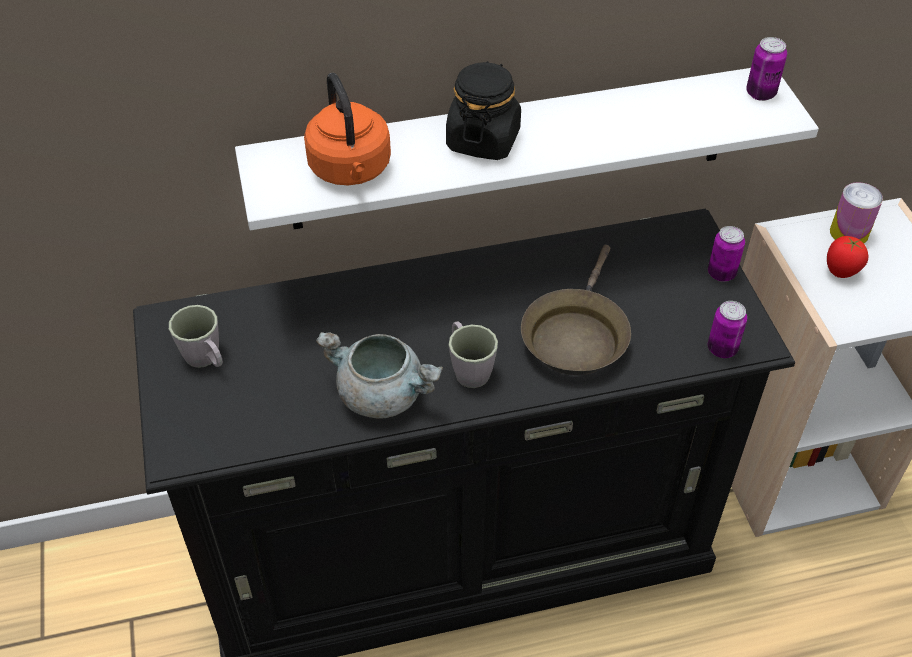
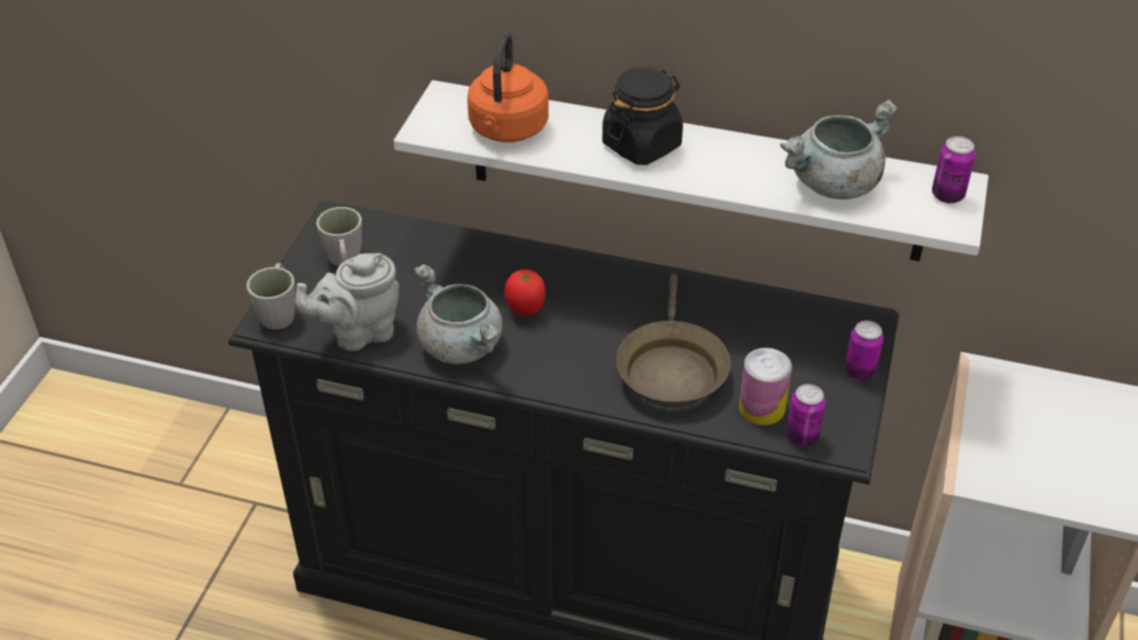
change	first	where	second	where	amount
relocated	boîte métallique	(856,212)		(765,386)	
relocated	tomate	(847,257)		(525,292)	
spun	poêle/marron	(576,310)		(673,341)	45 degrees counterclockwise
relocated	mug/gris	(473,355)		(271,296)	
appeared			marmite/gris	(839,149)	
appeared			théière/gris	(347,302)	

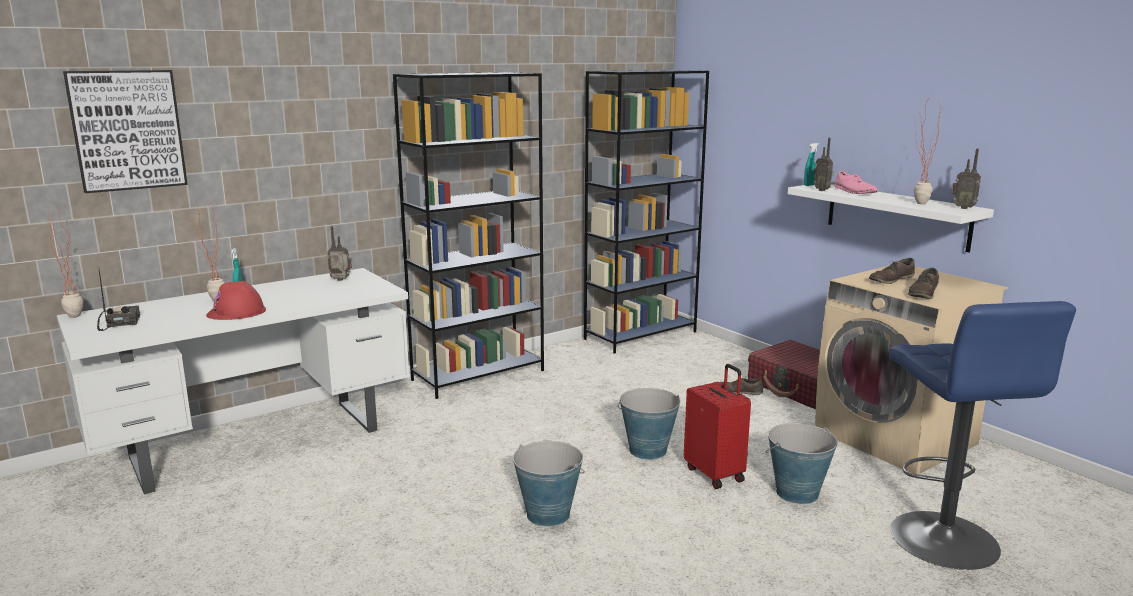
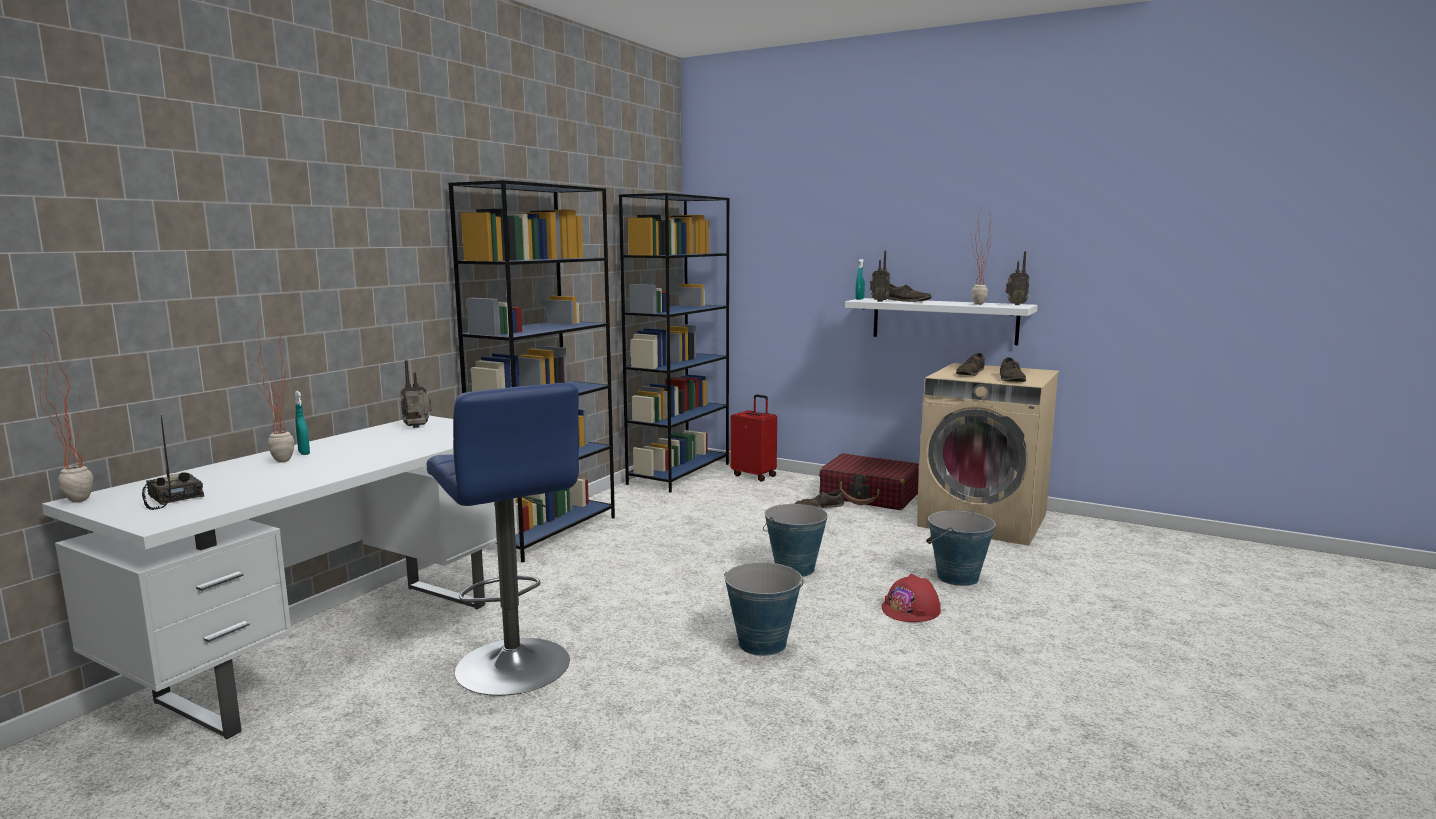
change	first	where	second	where	amount
missing	tableau	(125,131)			
colour	chaussure/rose	(856,182)	chaussure/marron	(909,293)	
relocated	casque de chantier/rouge	(236,300)		(911,598)	
relocated	tabouret/bleu	(982,435)		(503,539)	
relocated	valise/rouge	(717,426)		(753,437)	

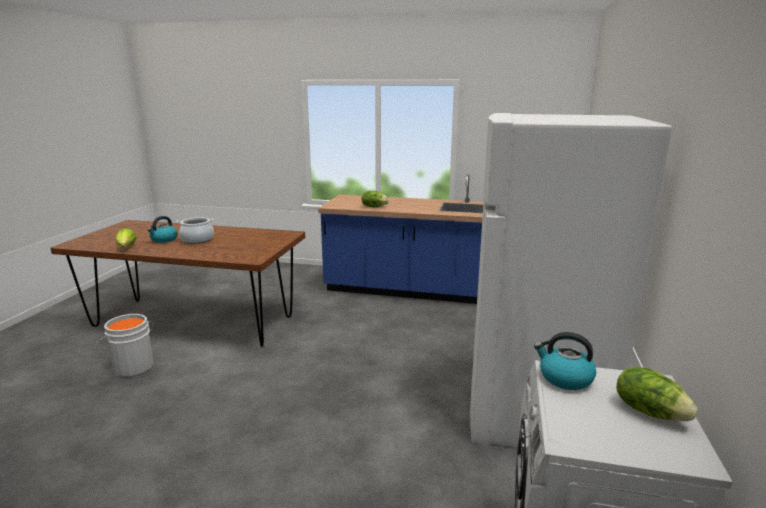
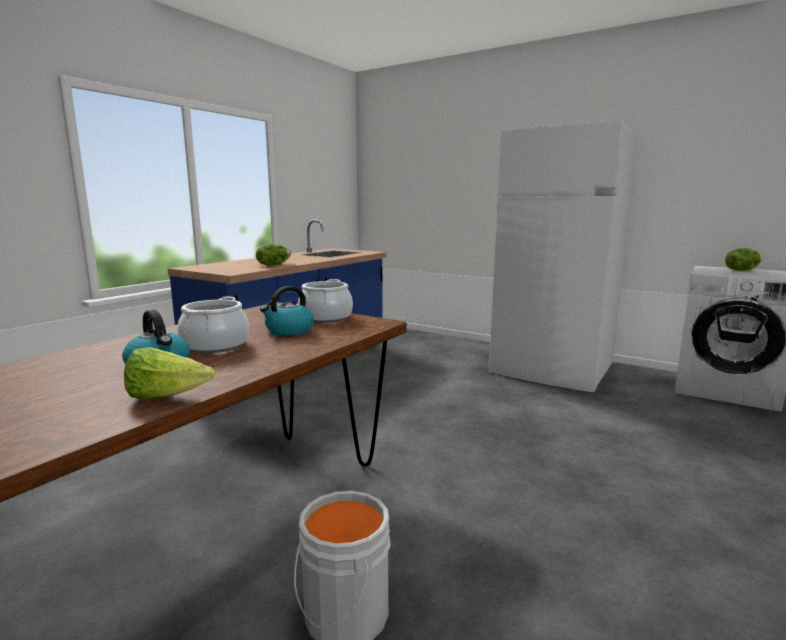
change	first	where	second	where	amount
relocated	bouilloire	(565,361)		(286,311)	
appeared			marmite	(325,301)	

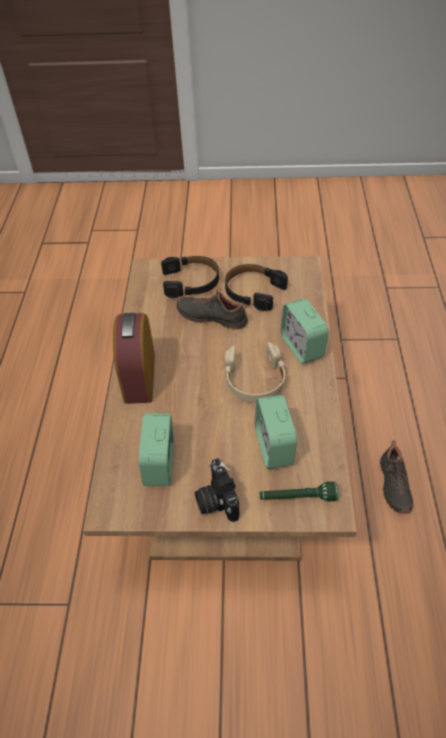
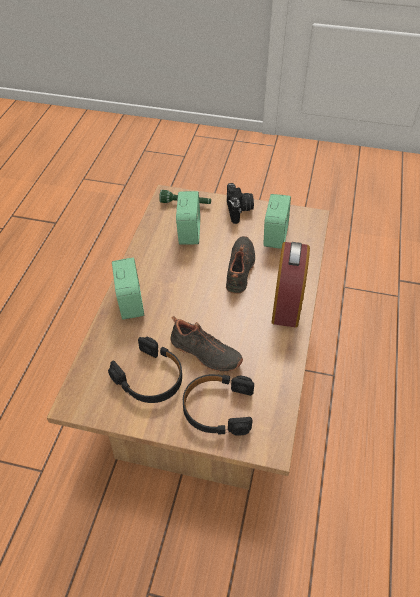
change	first	where	second	where	amount
missing	casque audio/beige	(255,372)			
relocated	chaussure/noir	(396,477)		(240,265)	

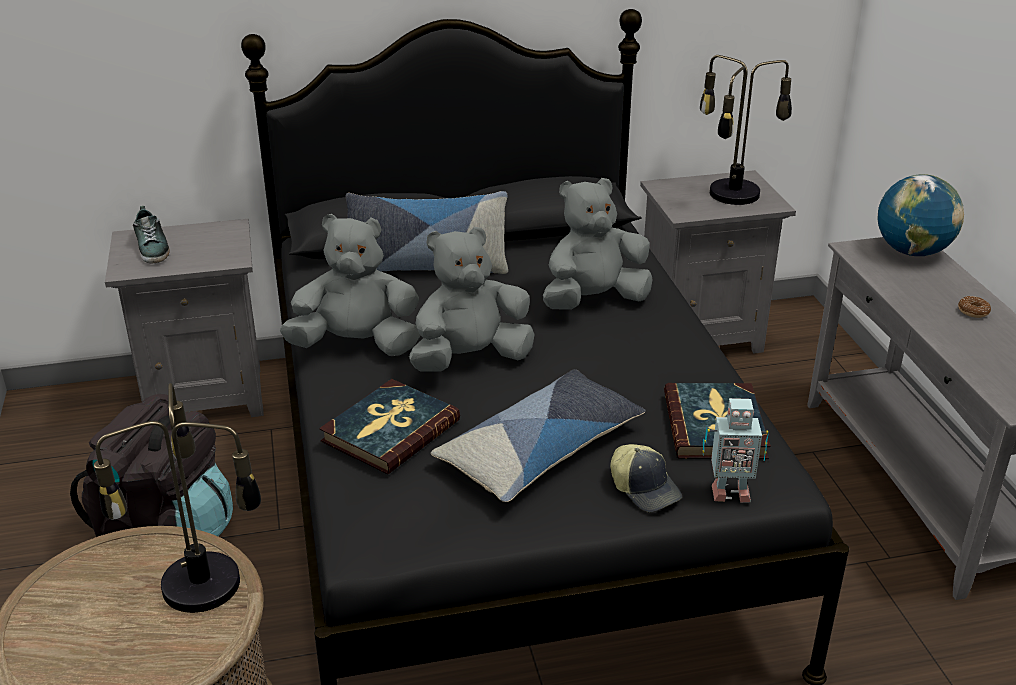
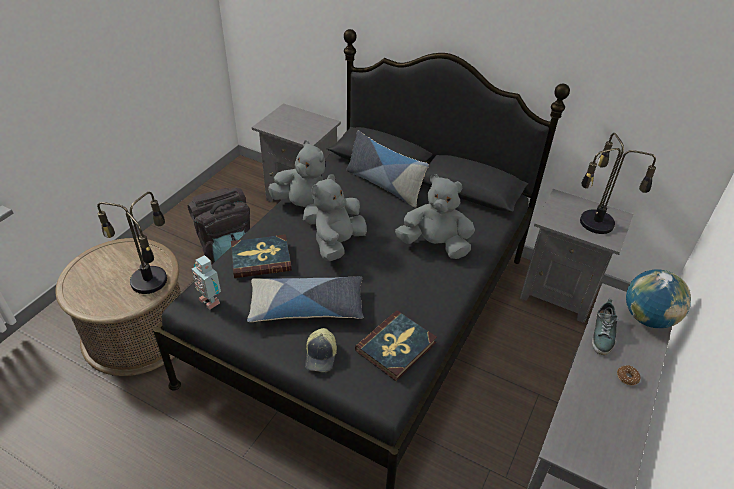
change	first	where	second	where	amount
relocated	chaussure	(151,234)		(605,327)	
spun	peluche/gris	(472,299)		(339,217)	75 degrees counterclockwise
relocated	robot jouet	(735,450)		(206,282)	

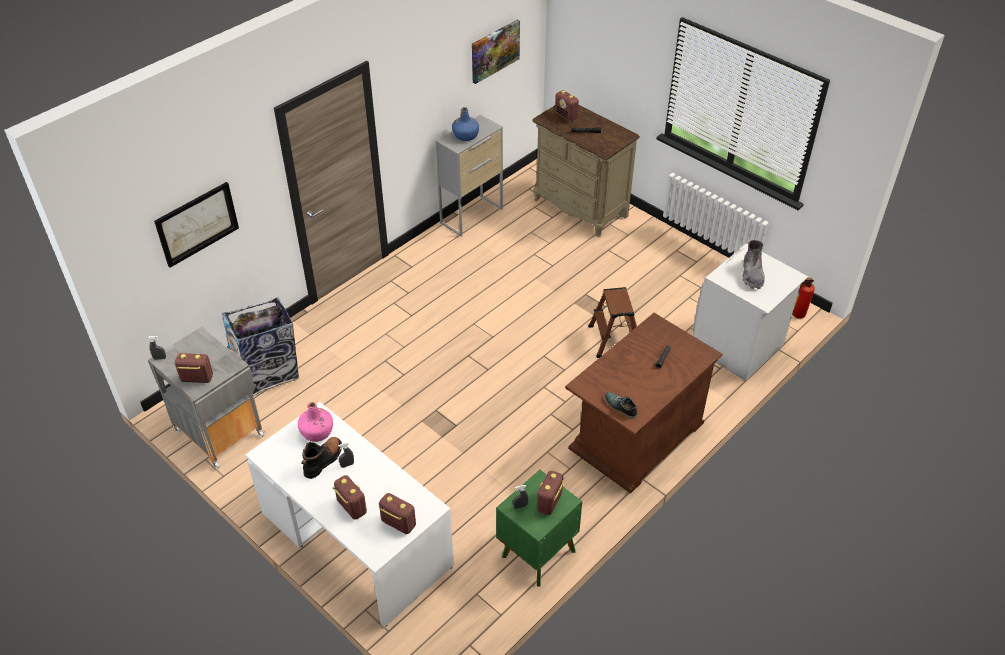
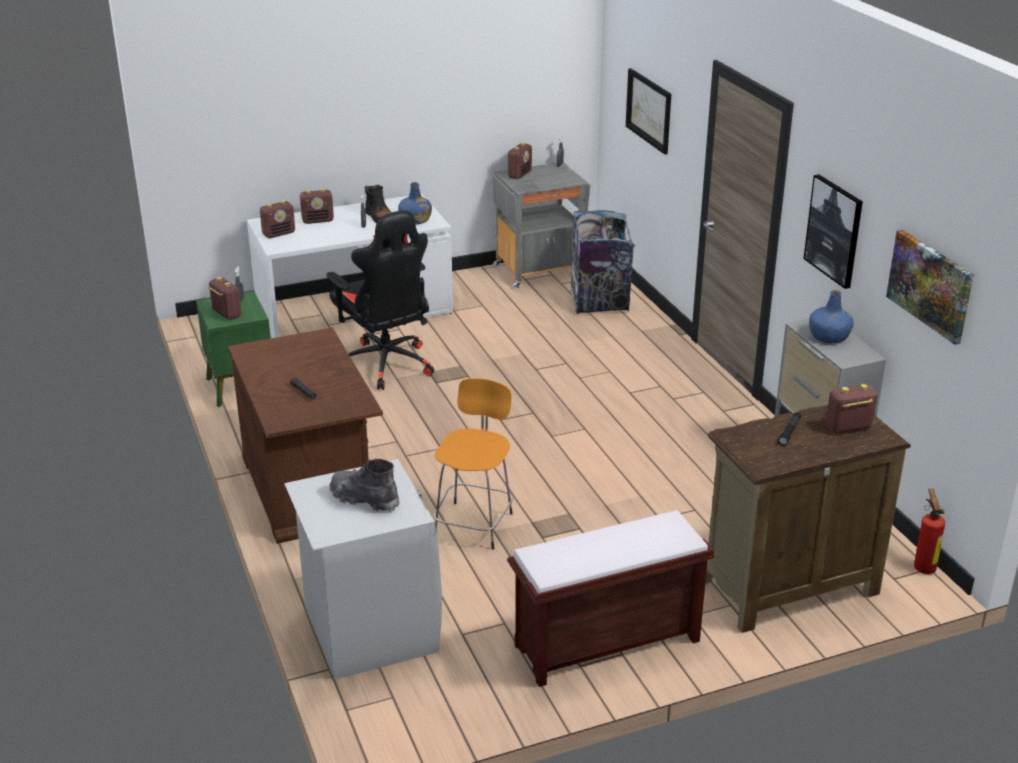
change	first	where	second	where	amount
relocated	extincteur	(804,298)		(929,531)	
exchanged	escabeau/marron	(612,322)	tabouret/orange	(473,464)	
missing	chaussure	(621,405)			
colour	bouteille/rose	(315,422)	bouteille/bleu	(415,203)	
appeared			tableau	(833,232)	
appeared			chaise de bureau/noir	(380,300)	
appeared			banc/marron	(610,598)	

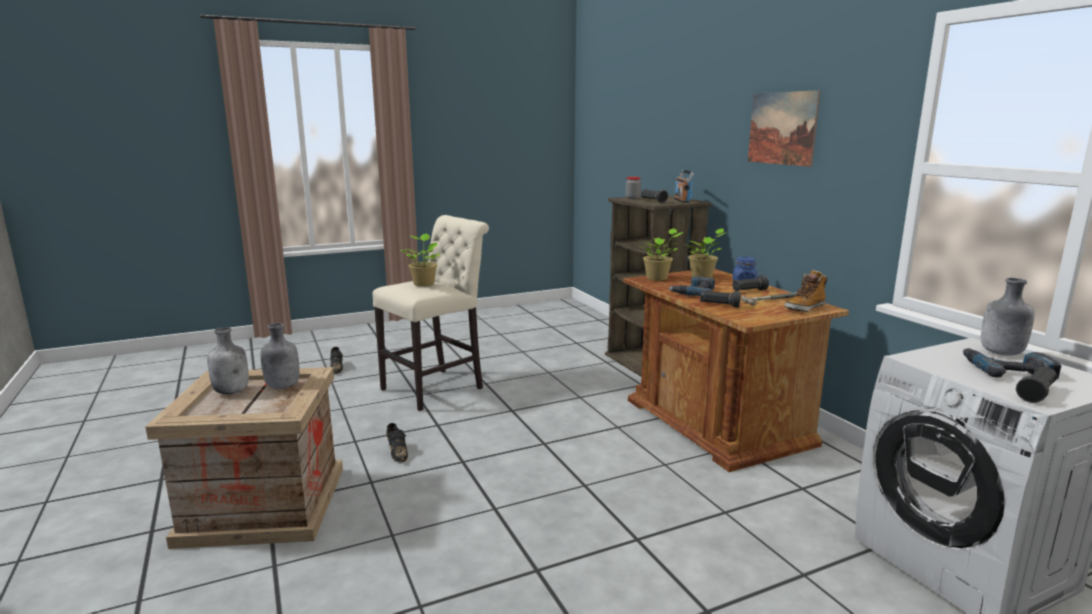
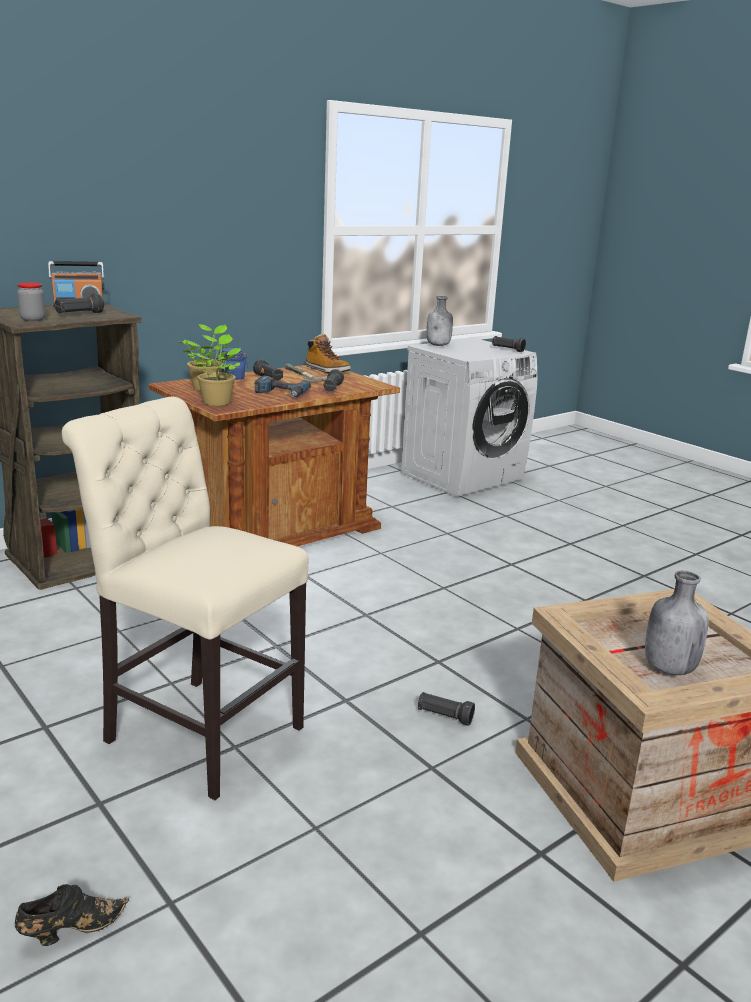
change	first	where	second	where	amount
missing	tableau	(784,128)			
missing	plante en pot	(420,260)			
missing	bouteille/gris	(280,356)			
missing	perceuse	(1012,363)			
exchanged	chaussure/noir	(397,442)	lampe de poche/noir	(446,709)	

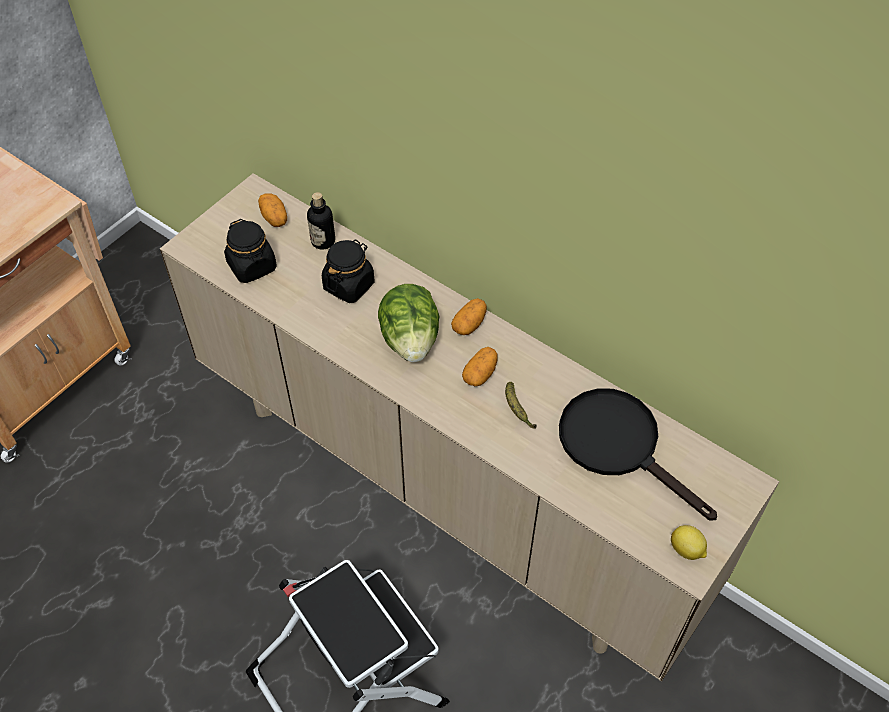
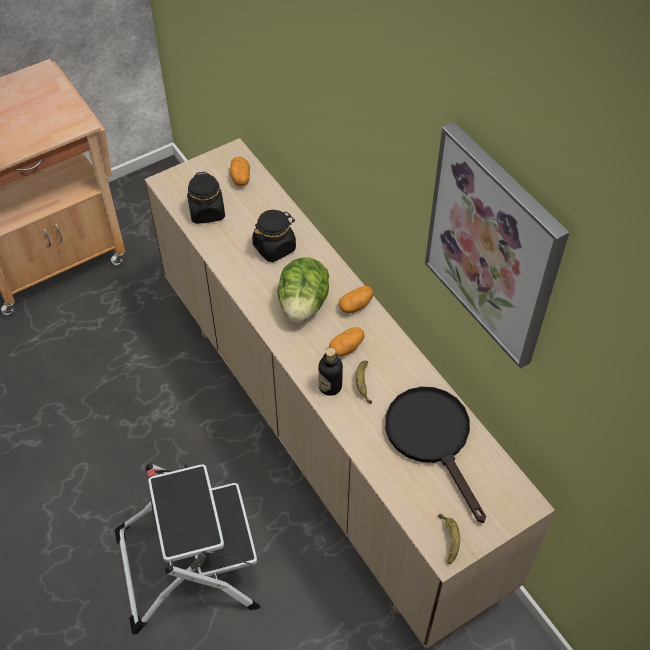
change	first	where	second	where	amount
relocated	bouteille	(321,221)		(330,372)	
exchanged	citron	(689,542)	banane	(449,539)	
appeared			tableau	(497,245)	

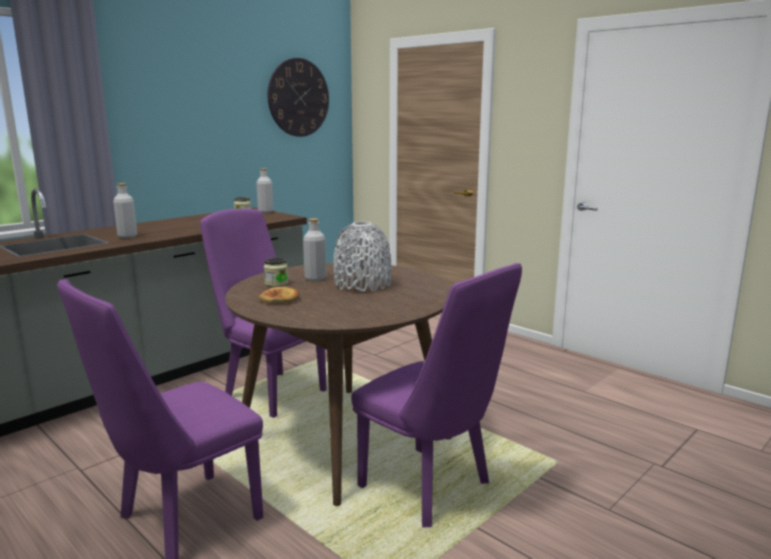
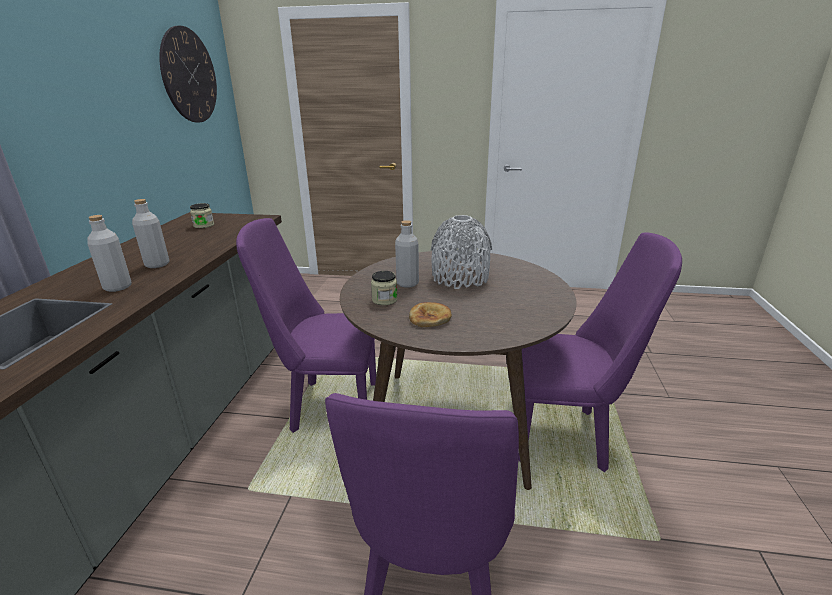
change	first	where	second	where	amount
relocated	bouteille/gris	(265,191)		(151,233)	

